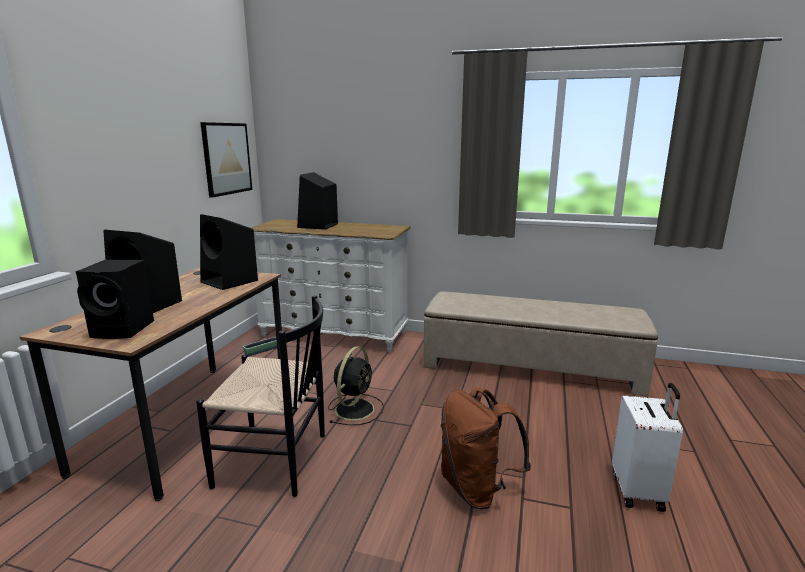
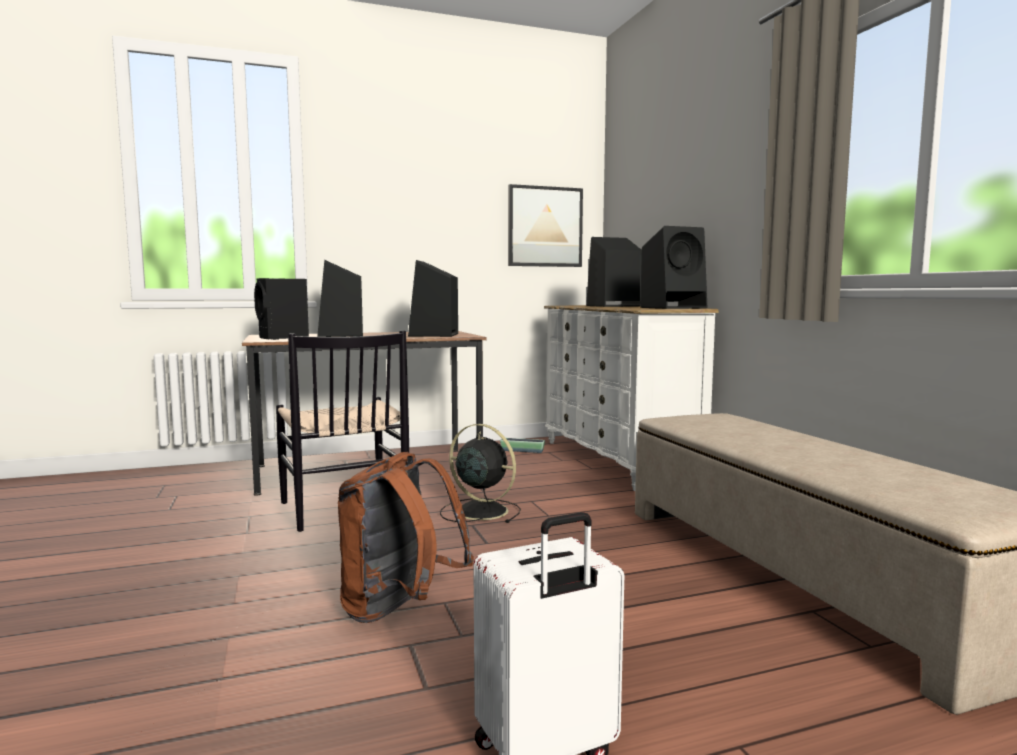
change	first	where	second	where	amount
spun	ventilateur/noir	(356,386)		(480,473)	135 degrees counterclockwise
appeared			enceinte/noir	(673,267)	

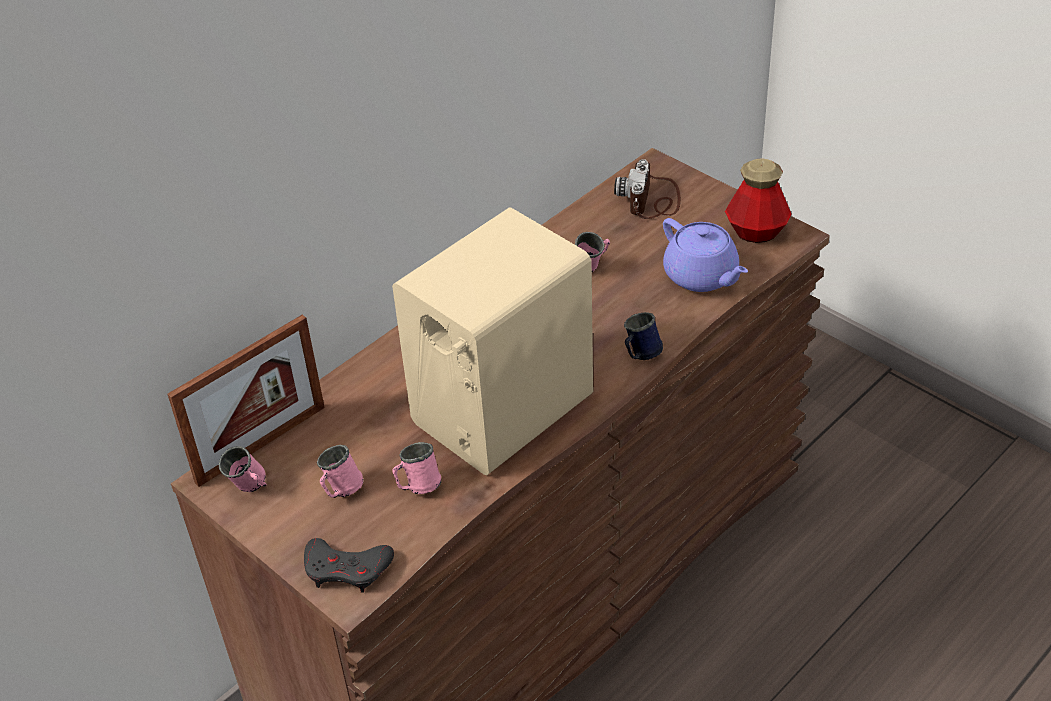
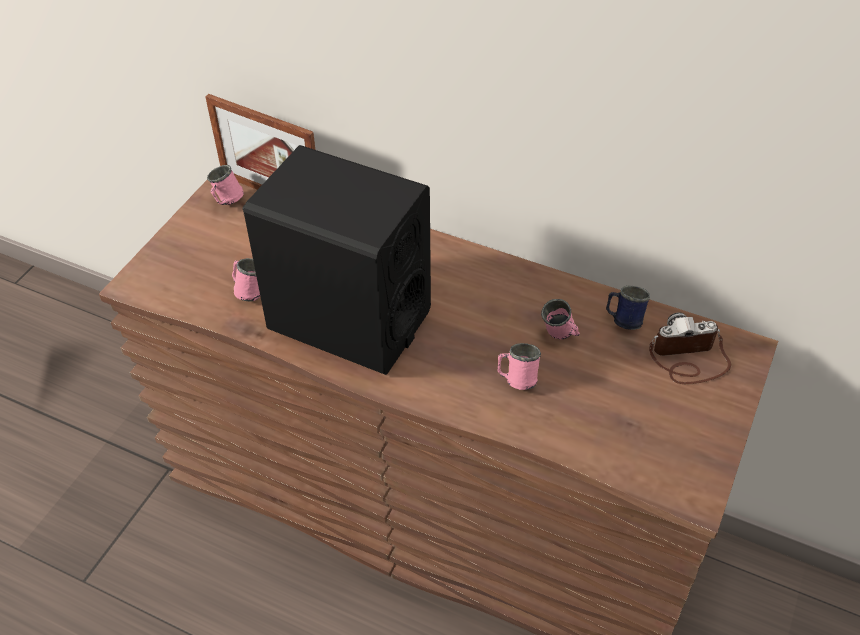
change	first	where	second	where	amount
missing	bouteille	(758,200)			
colour	enceinte/beige	(492,341)	enceinte/noir	(337,260)	
missing	théière/violet	(705,255)			
relocated	mug/bleu	(643,336)		(628,308)	
relocated	mug/rose	(340,471)		(519,366)	
missing	manette/gris	(349,565)			

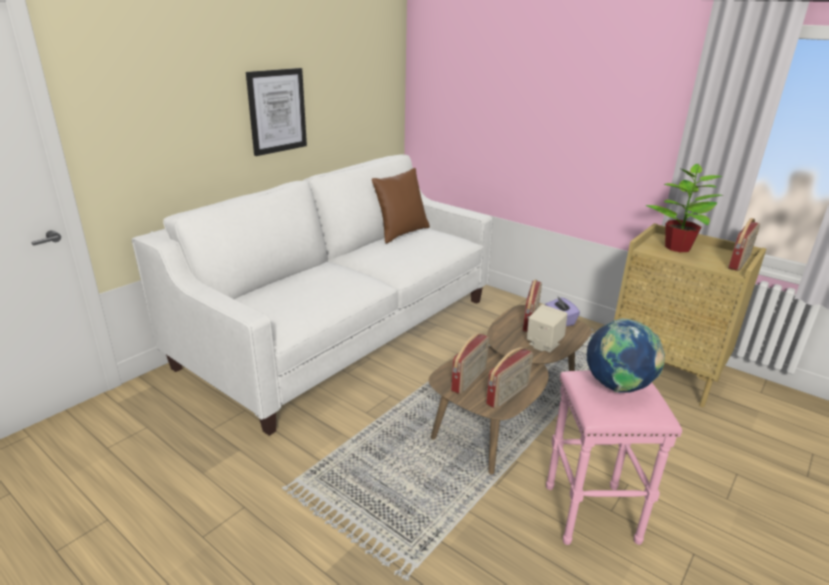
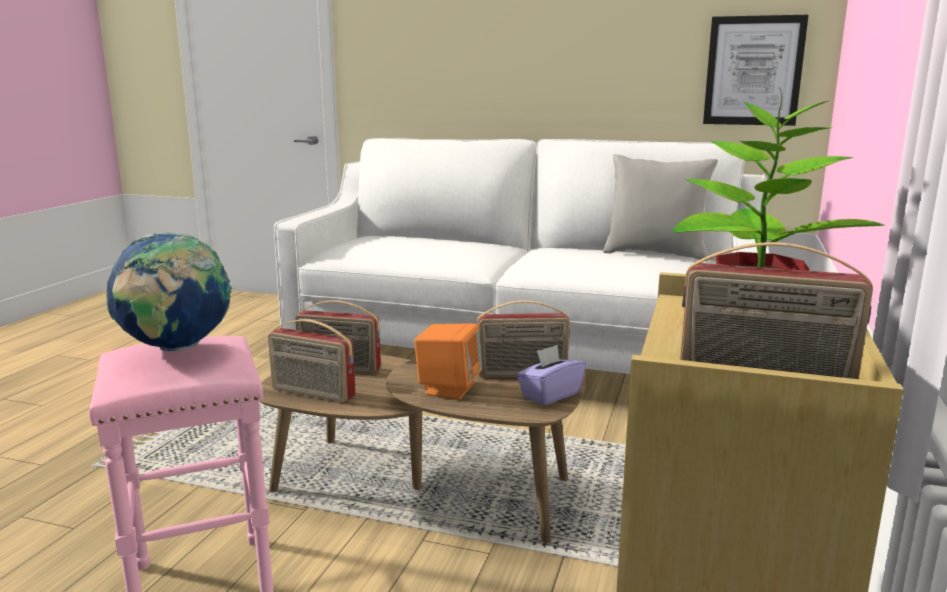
change	first	where	second	where	amount
relocated	tableau	(276,112)		(756,70)	
colour	coussin/marron	(401,206)	coussin/gris	(660,207)	
colour	enceinte/beige	(547,328)	enceinte/orange	(448,362)	

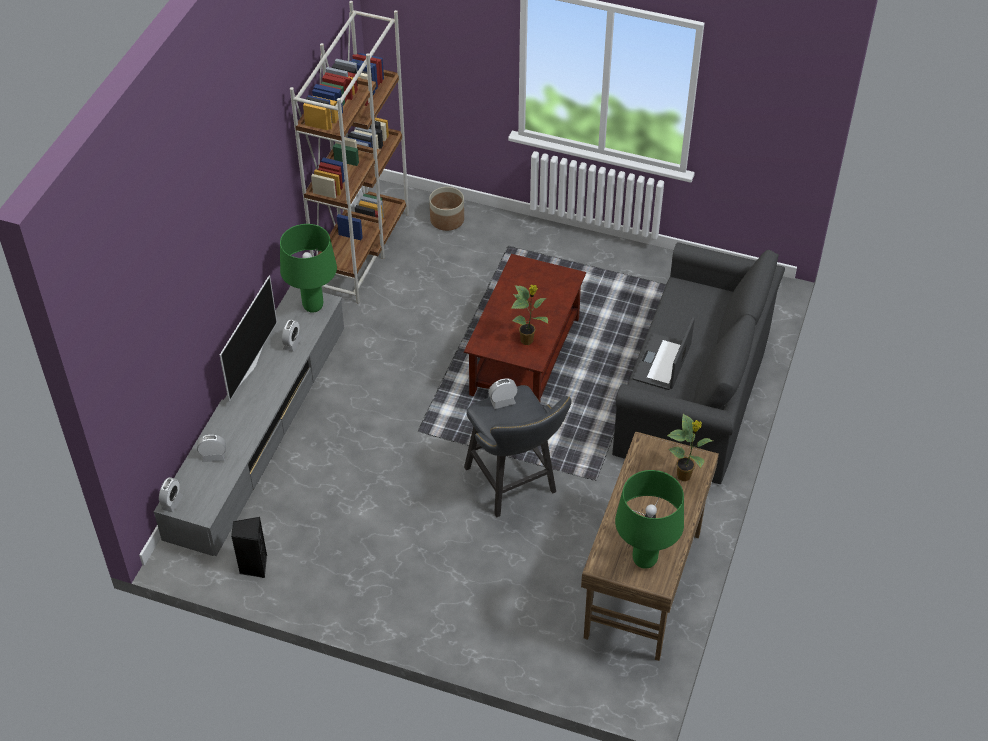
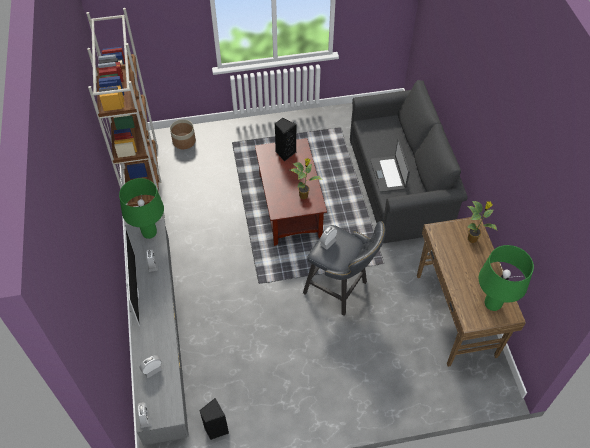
change	first	where	second	where	amount
appeared			enceinte/noir	(285,140)	

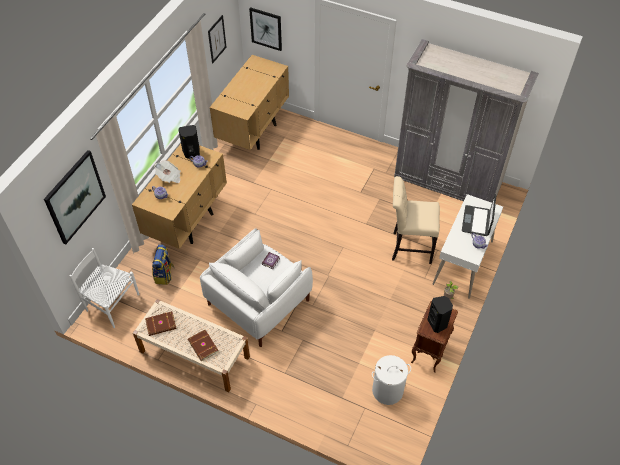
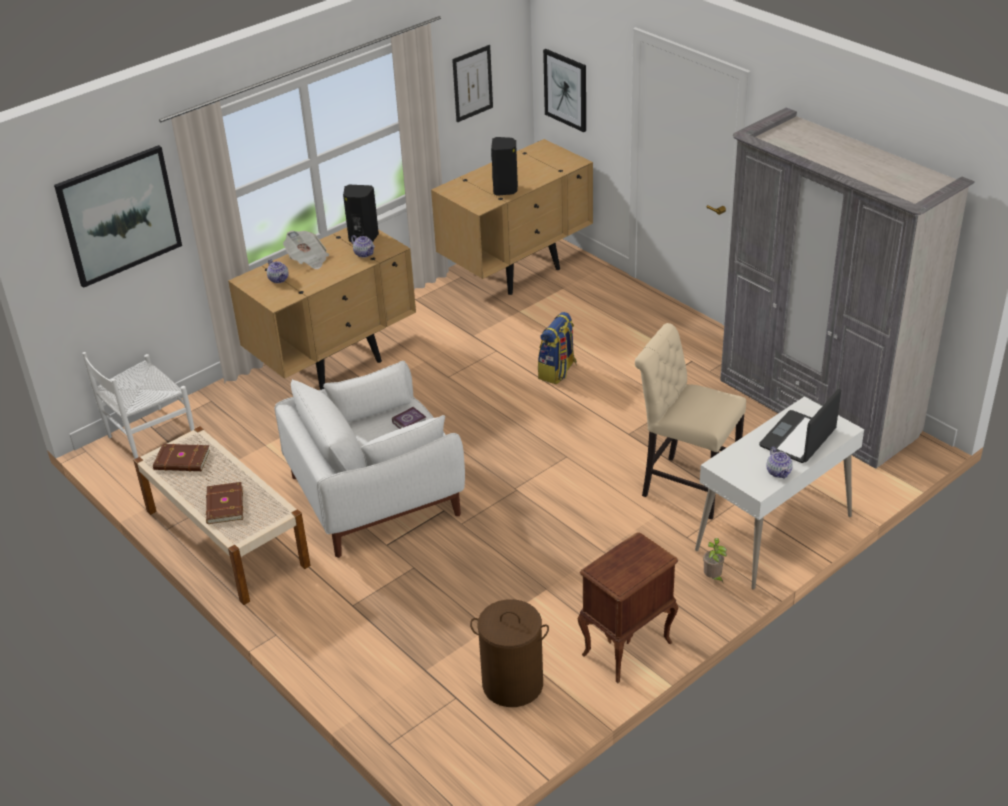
change	first	where	second	where	amount
relocated	sac à dos	(163,264)		(557,348)	
spun	chaise/blanc	(104,288)		(138,405)	90 degrees counterclockwise
relocated	enceinte/noir	(440,314)		(504,166)	
colour	panier à linge/blanc	(391,380)	panier à linge/marron	(509,653)	

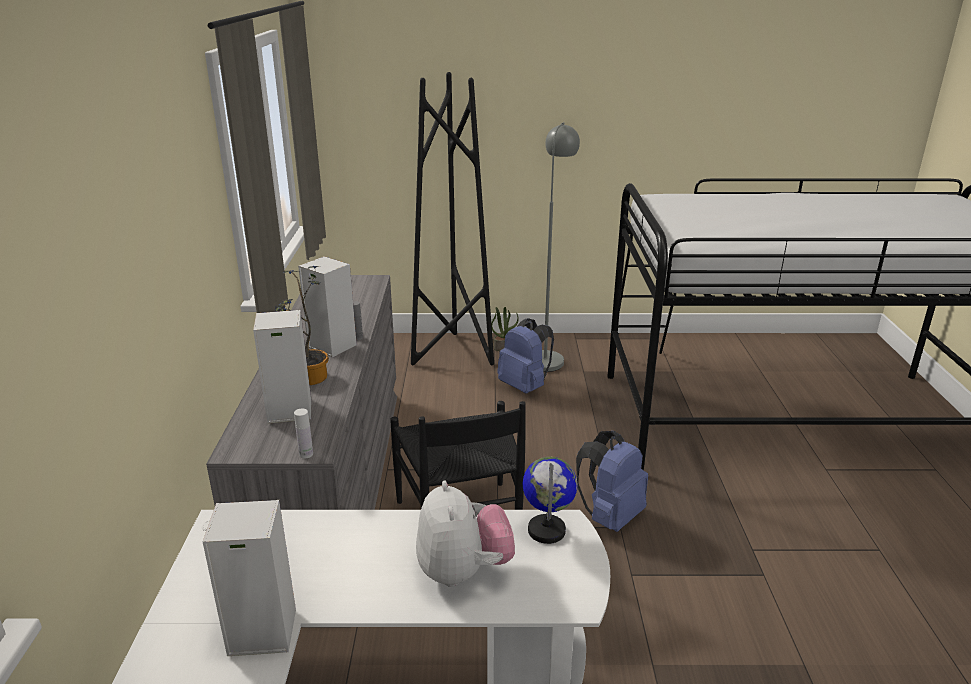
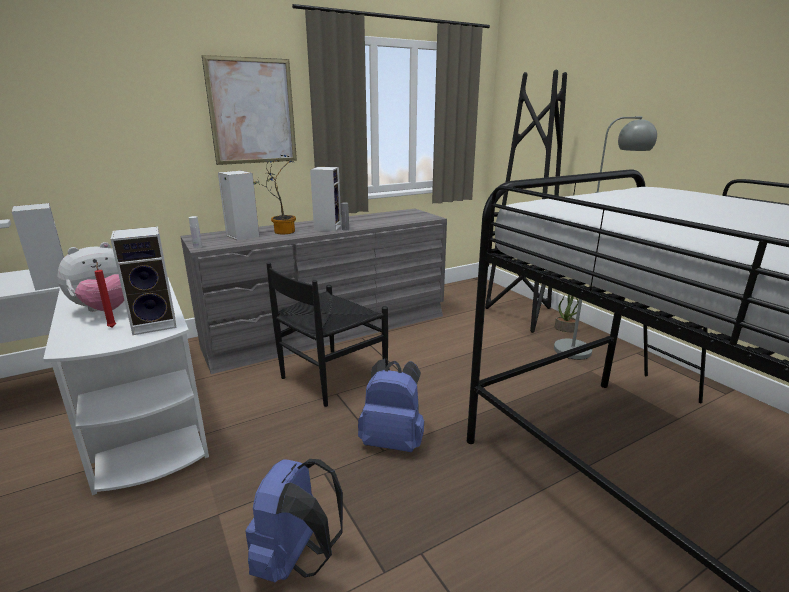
change	first	where	second	where	amount
relocated	sac à dos/bleu	(525,356)		(294,520)	
exchanged	globe	(550,500)	enceinte	(143,280)	
appeared			tableau	(249,110)	
appeared			bougie/rouge	(105,295)	

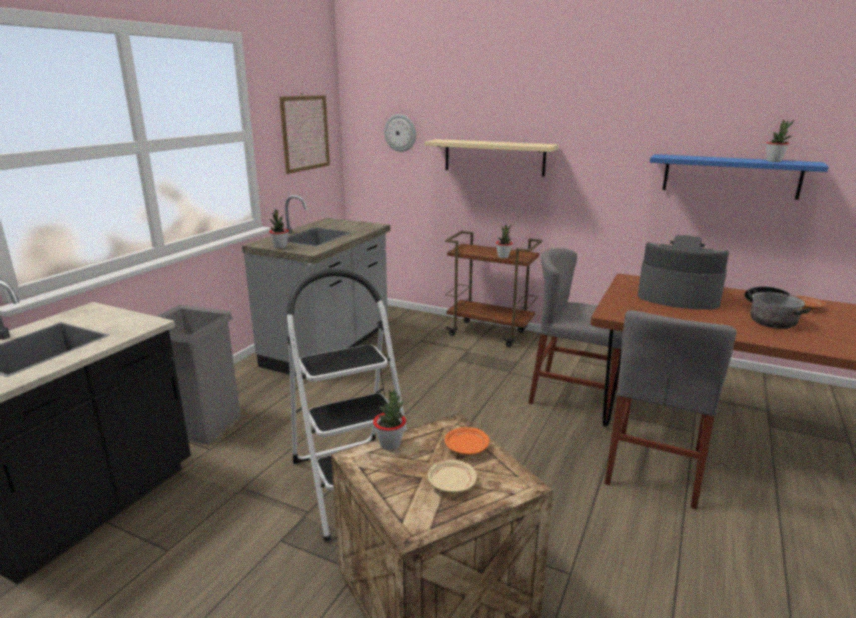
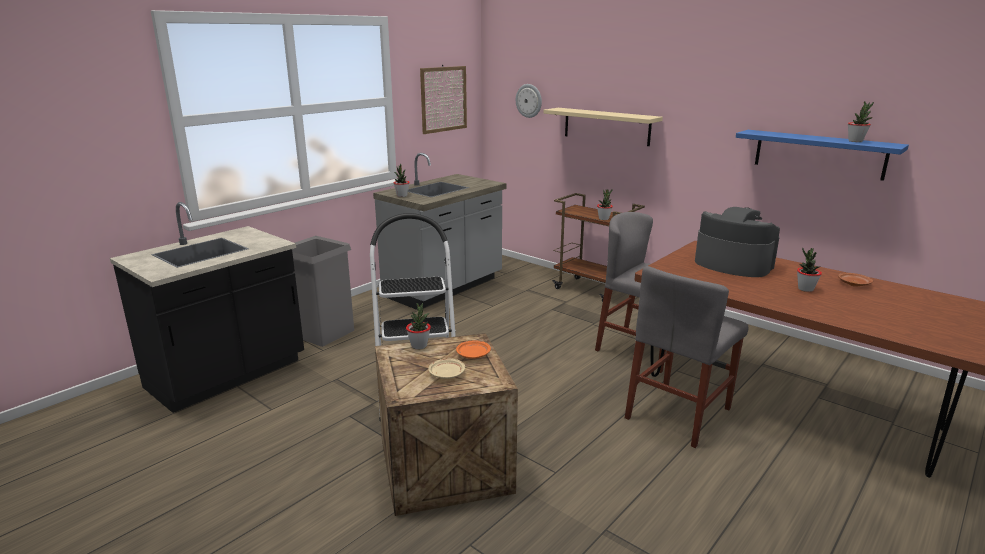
change	first	where	second	where	amount
exchanged	marmite	(777,307)	plante en pot	(809,270)	

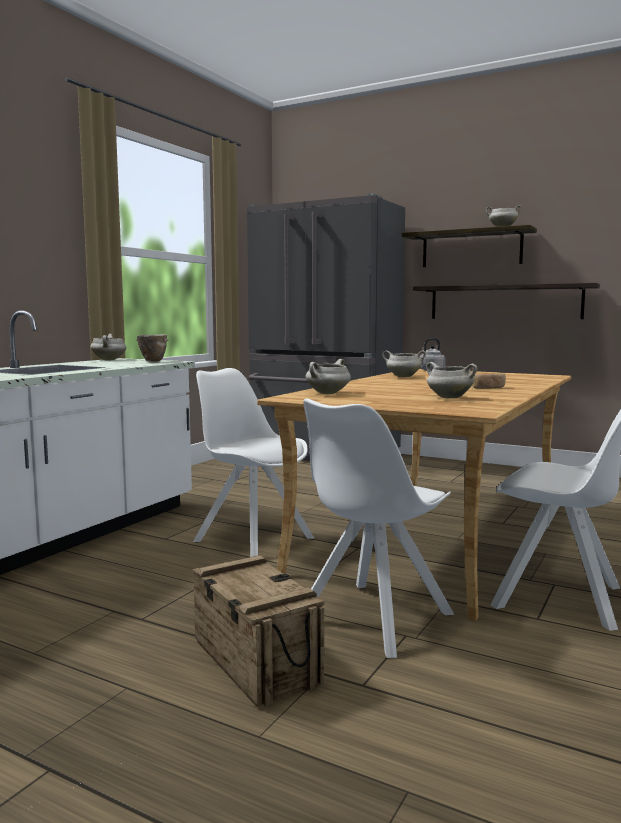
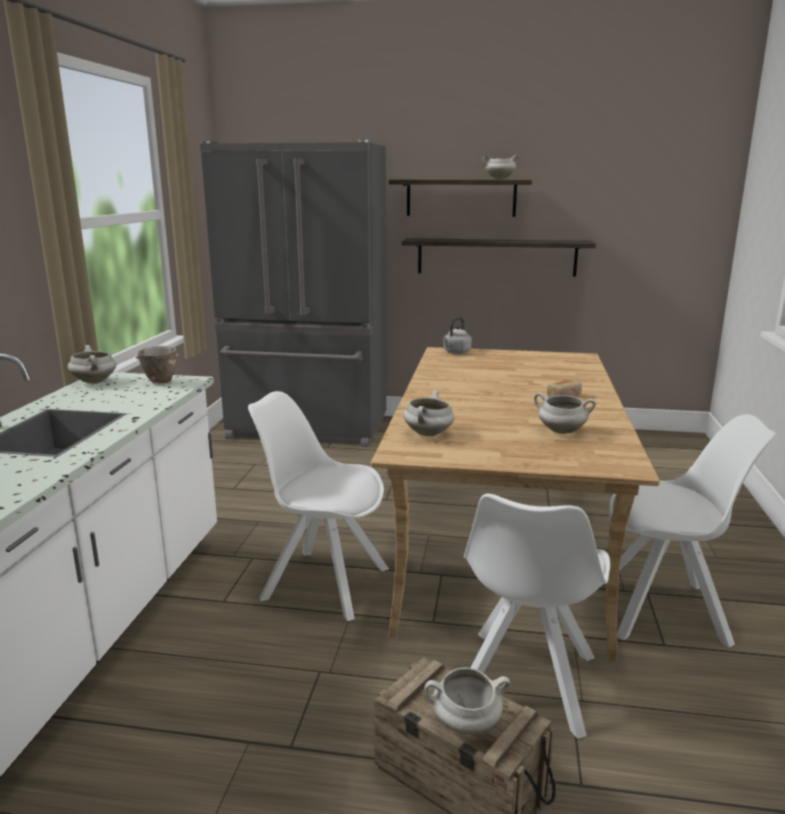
change	first	where	second	where	amount
relocated	marmite/blanc	(404,363)		(467,700)	

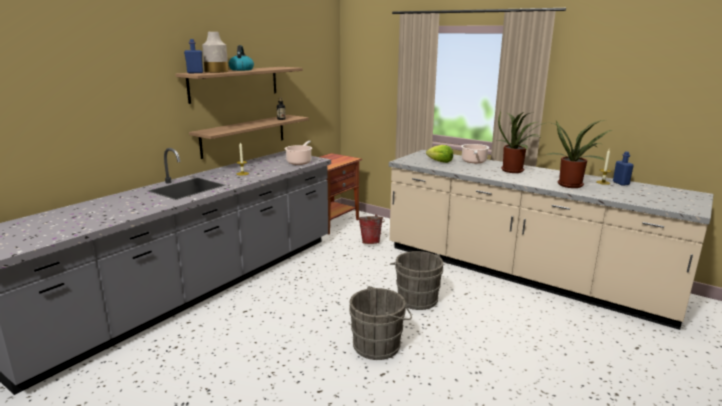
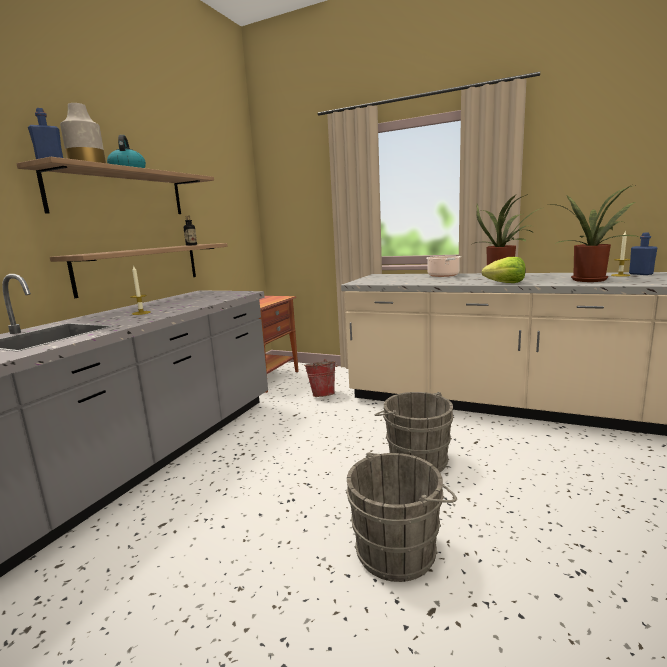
change	first	where	second	where	amount
missing	marmite	(298,153)			
relocated	laitue	(439,154)		(504,270)	

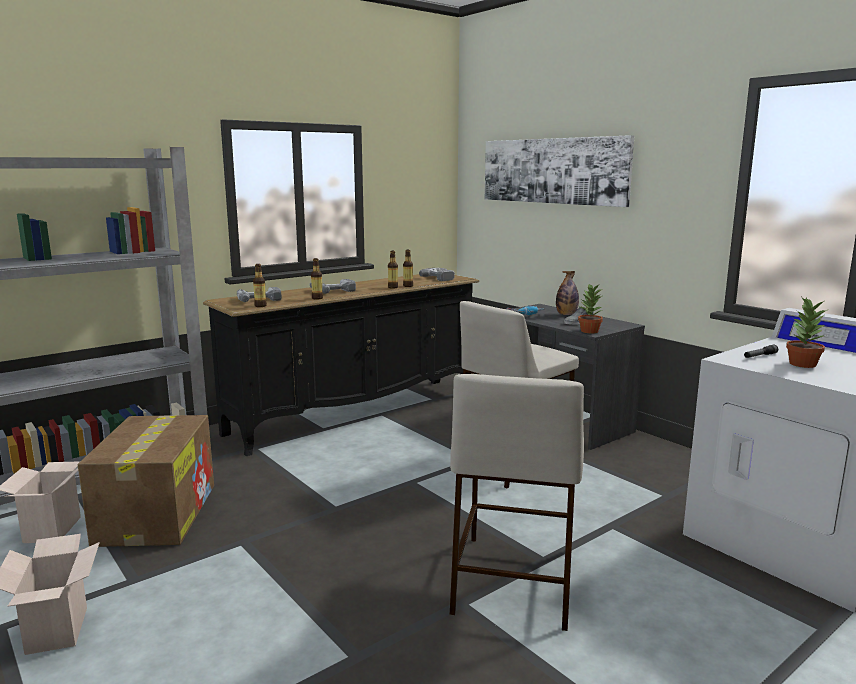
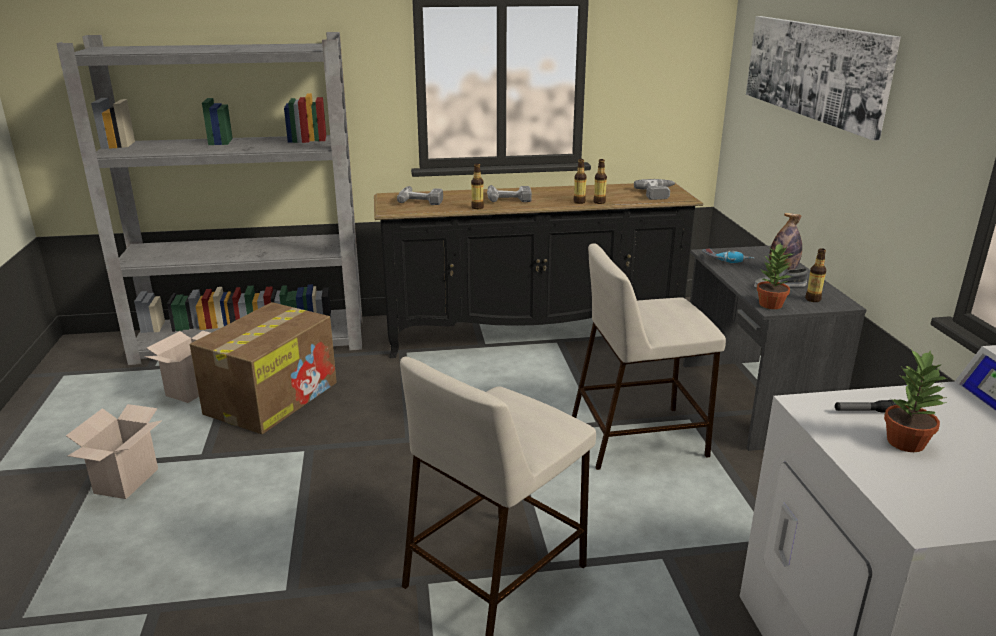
change	first	where	second	where	amount
relocated	bouteille	(260,285)		(815,275)	

